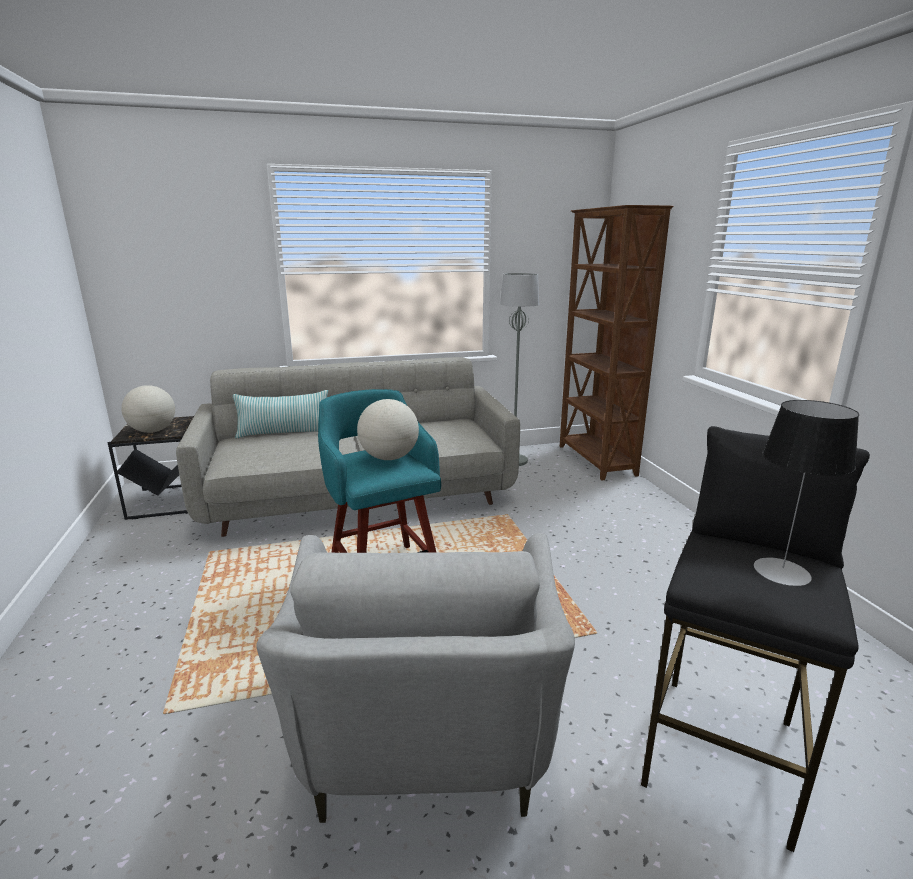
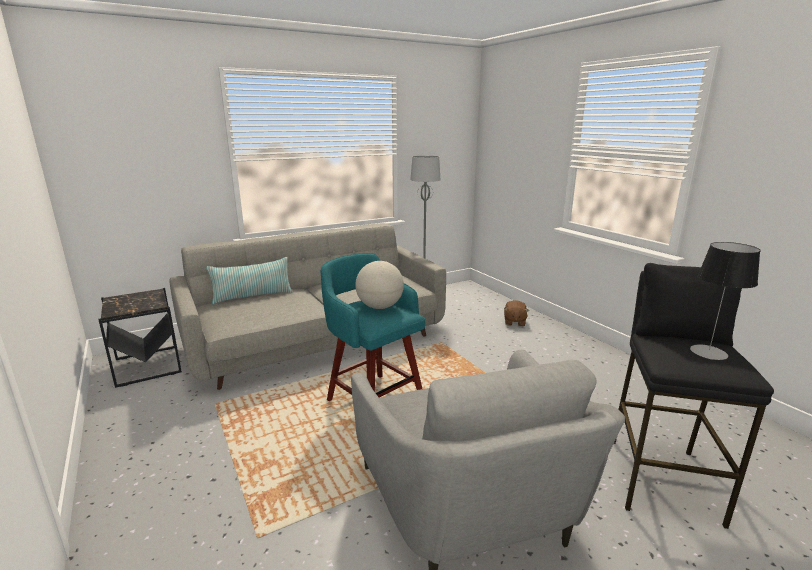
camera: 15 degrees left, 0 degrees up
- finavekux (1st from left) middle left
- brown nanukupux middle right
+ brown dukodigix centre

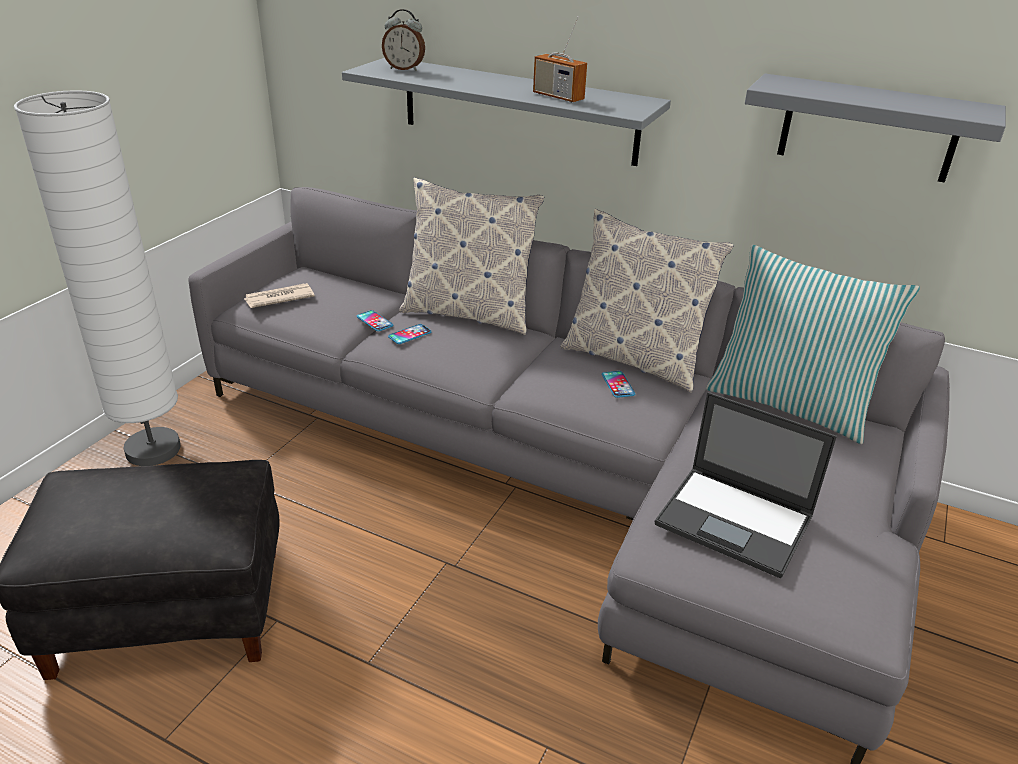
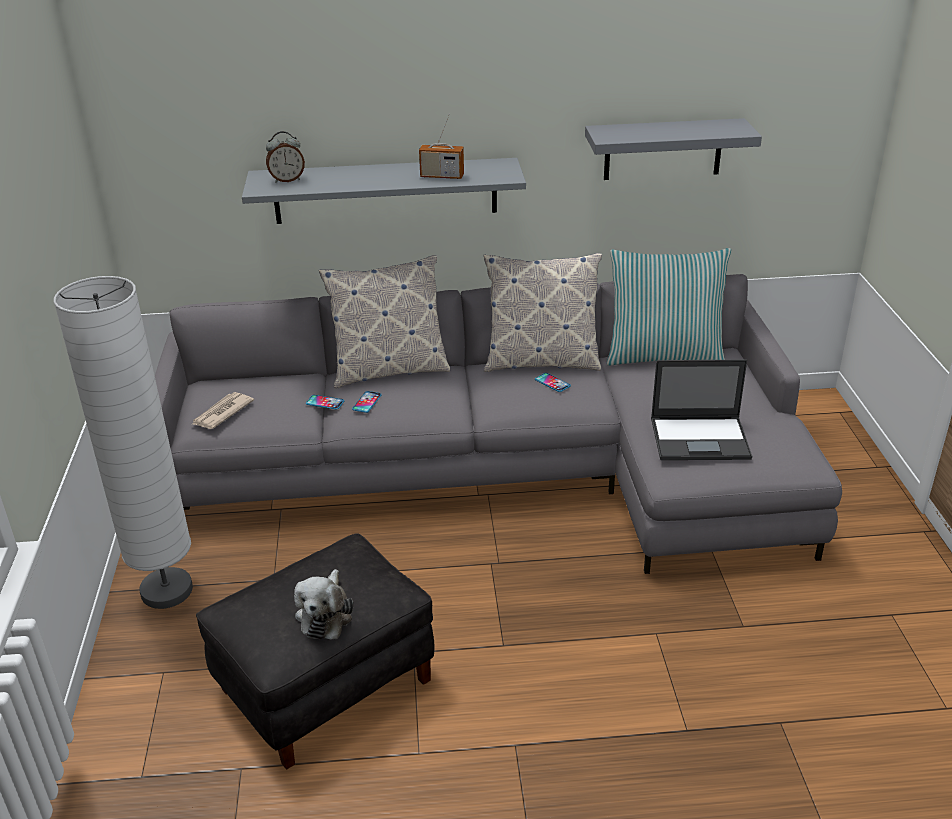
camera: 30 degrees left, 0 degrees up
+ dukodigix bottom centre

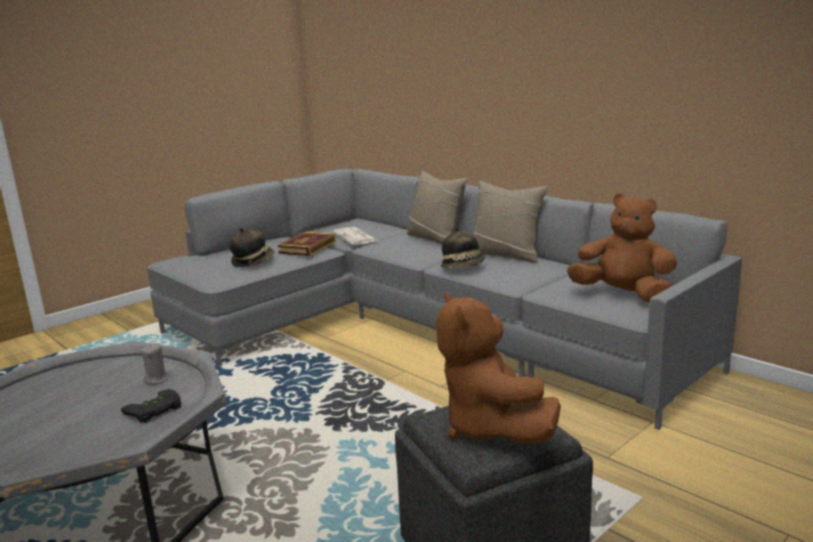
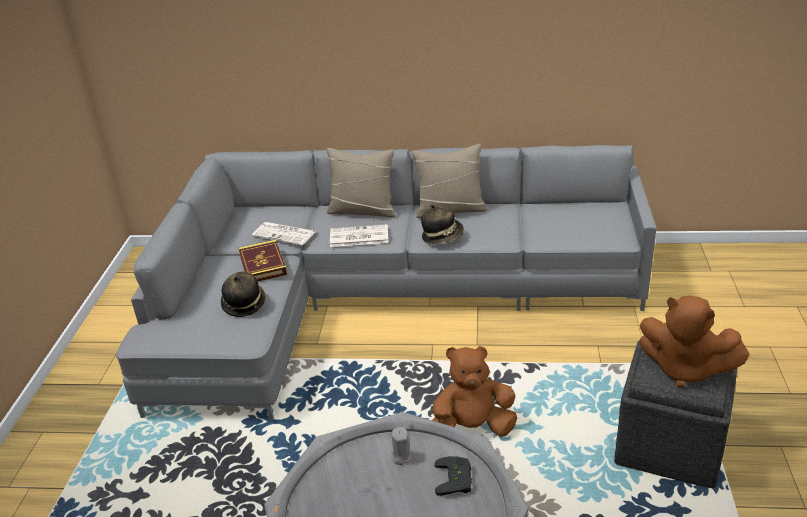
camera: 40 degrees left, 15 degrees up
+ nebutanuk (2nd from left) centre
~ brown dukodigix (2nd from left in the first image) middle right to brown dukodigix (1st from left) bottom centre

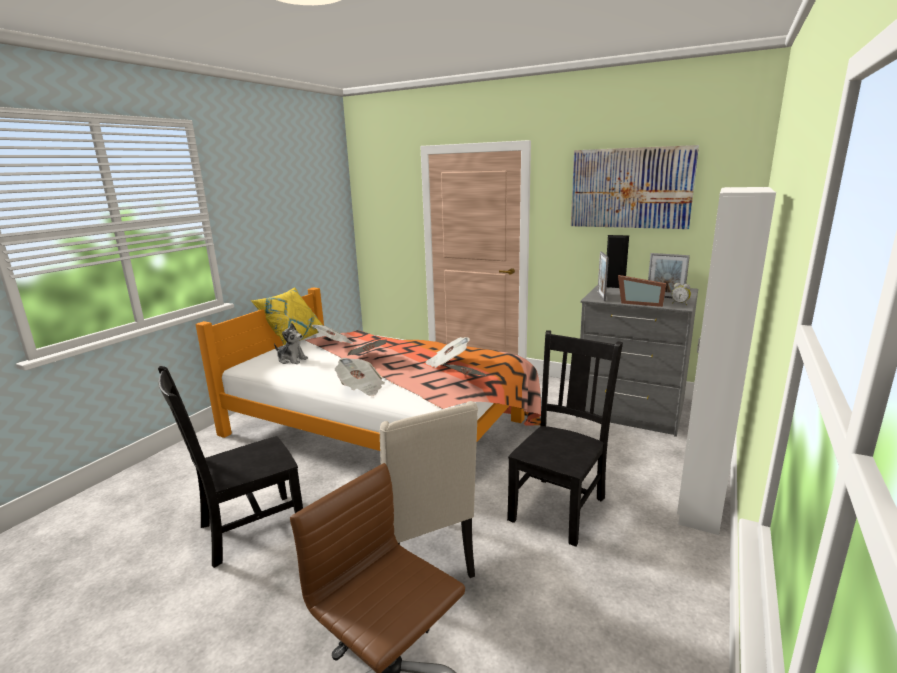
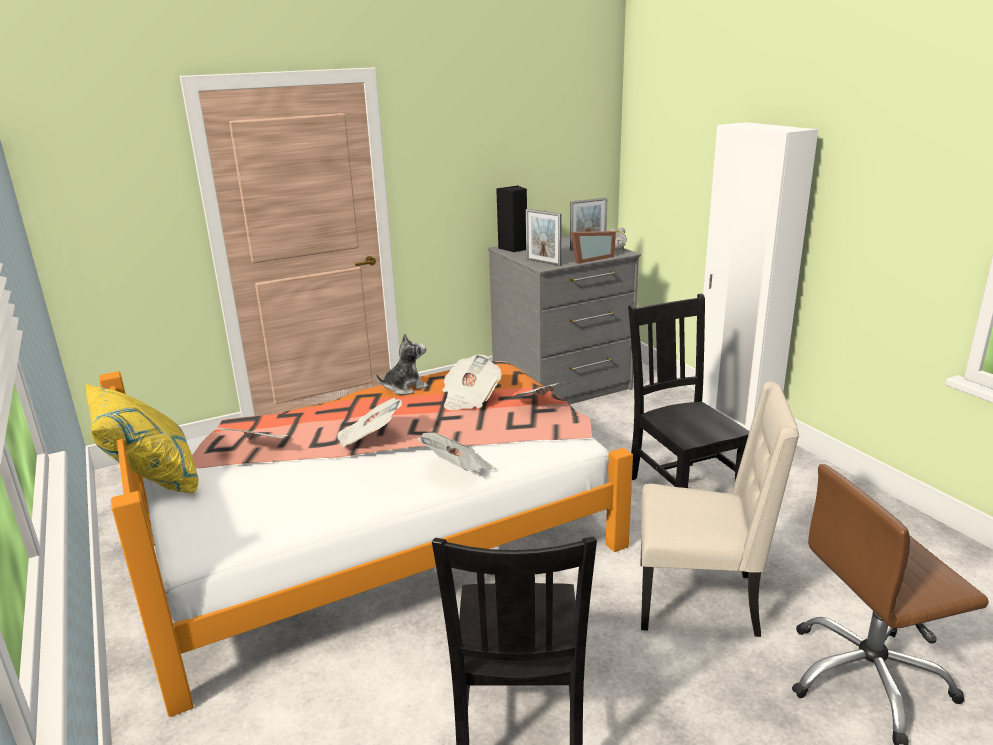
camera: 55 degrees left, 5 degrees up
- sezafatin top right
~ dukodigix middle left to centre

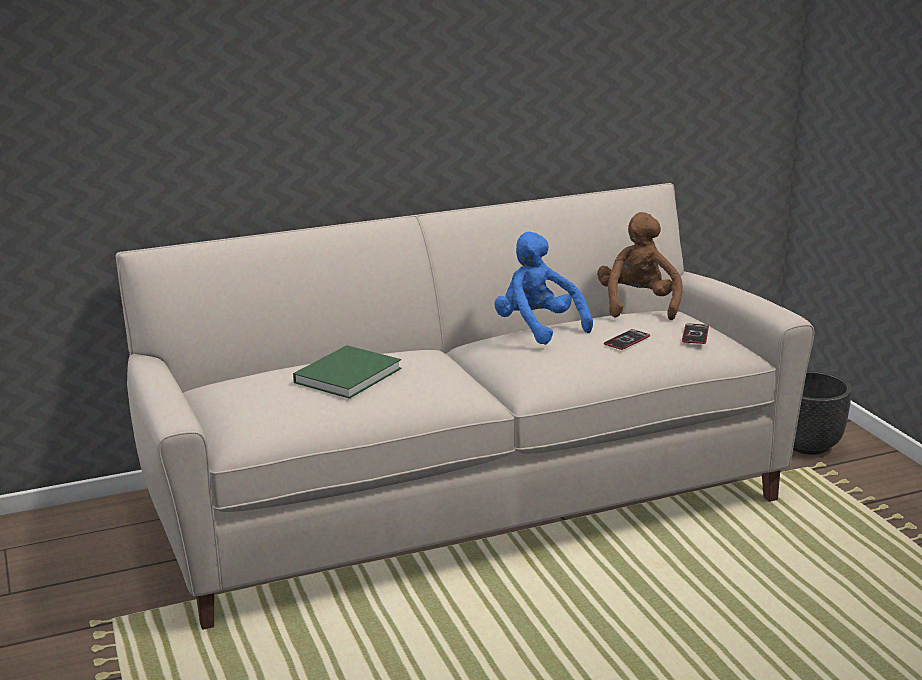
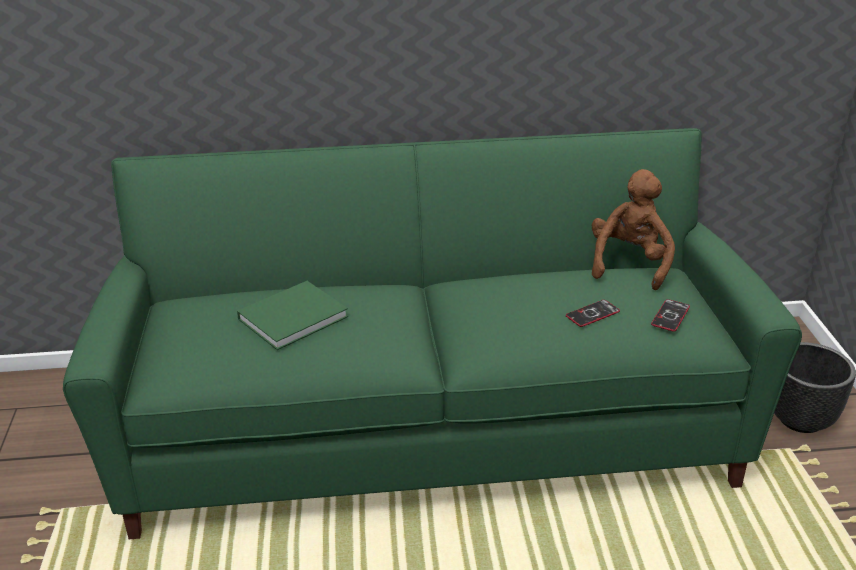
camera: 15 degrees right, 10 degrees up
- blue dukodigix centre
~ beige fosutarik centre to green fosutarik centre

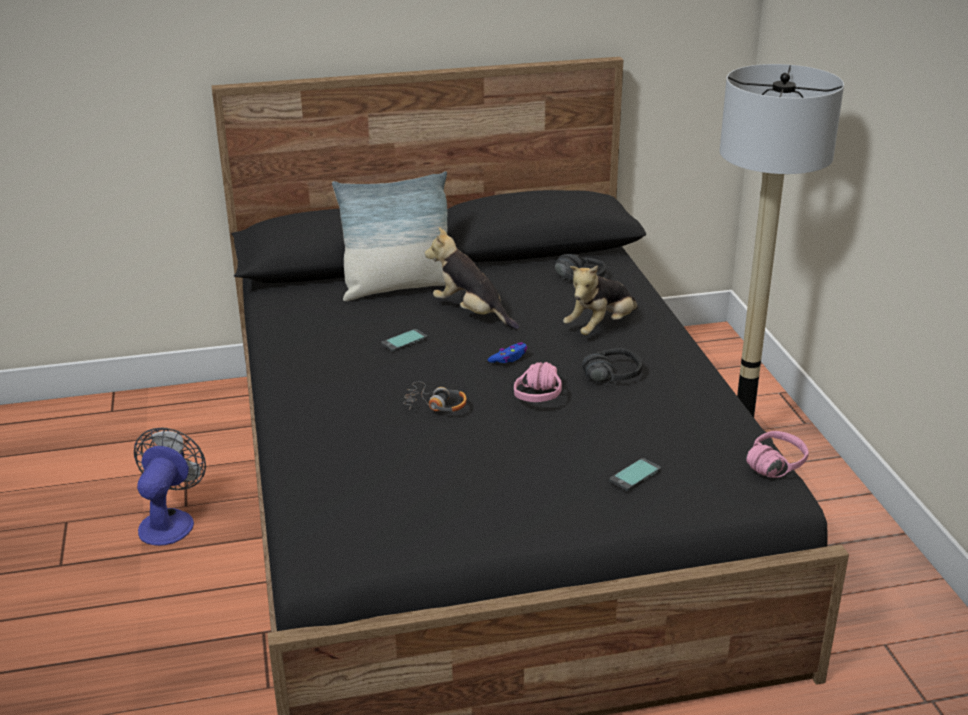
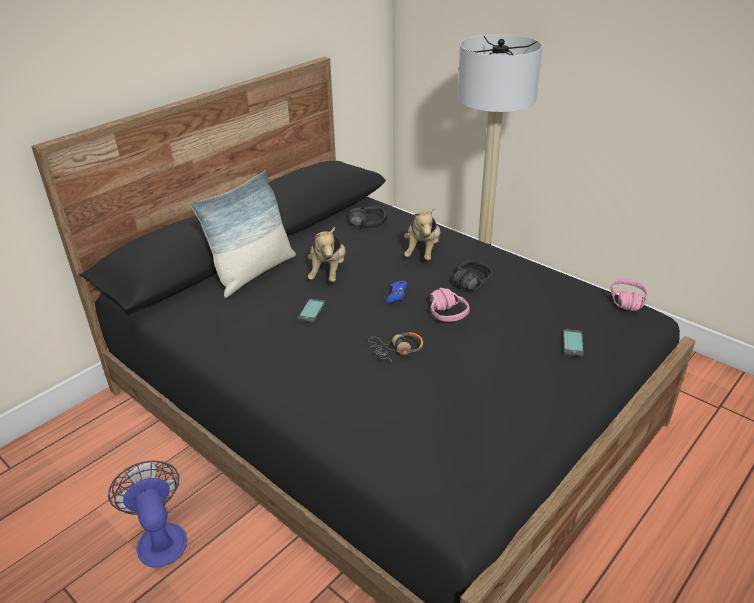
camera: 35 degrees left, 5 degrees up
~ dukodigix (1st from left) centre = centre 90 degrees counterclockwise

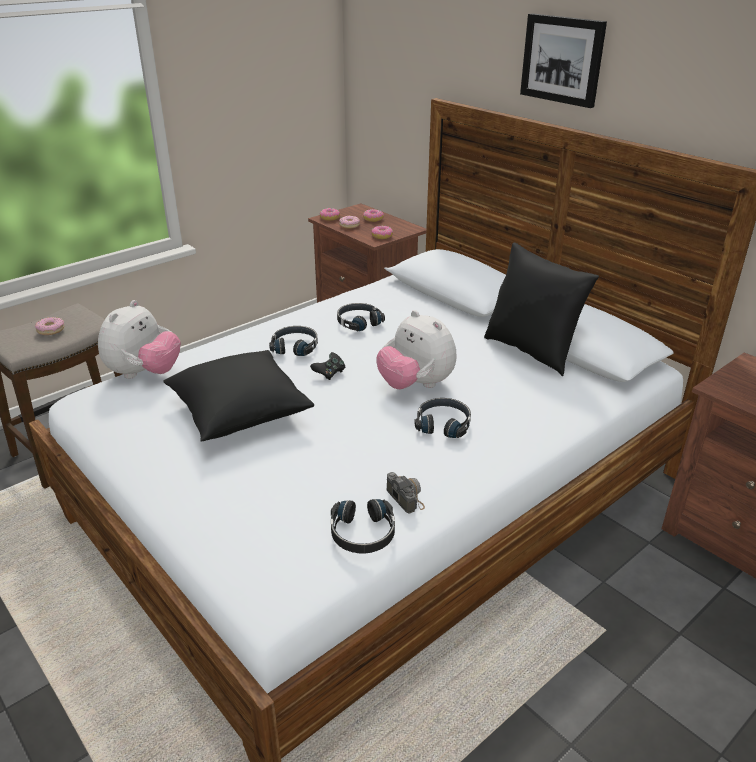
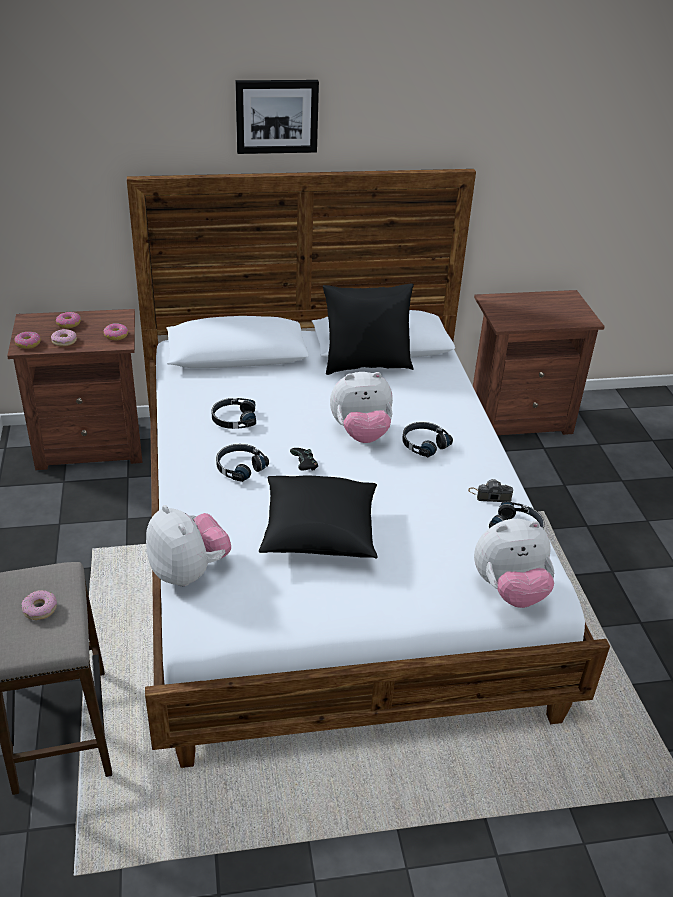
camera: 60 degrees left, 5 degrees up
+ dukodigix (3rd from left) middle right

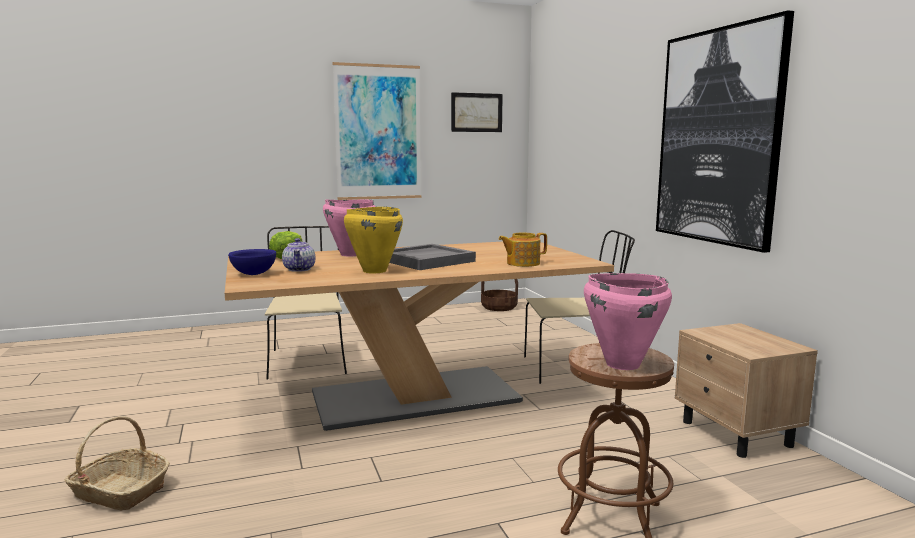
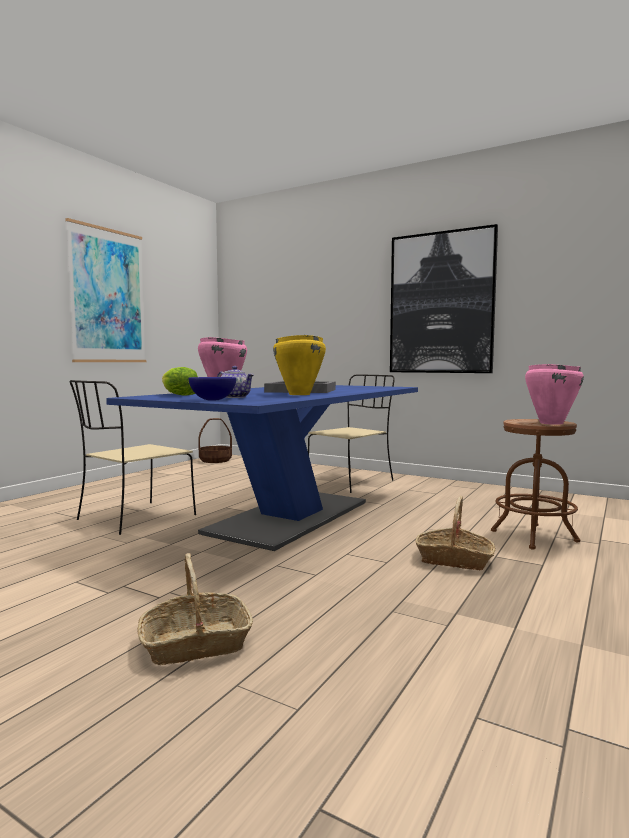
camera: 40 degrees left, 5 degrees down
- sezafatin (2nd from left) top centre
- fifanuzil (2nd from left) centre
- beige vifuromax bottom right
+ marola (3rd from left) middle right
~ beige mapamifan centre to blue mapamifan centre
~ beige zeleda (1st from left) centre = middle left 90 degrees counterclockwise

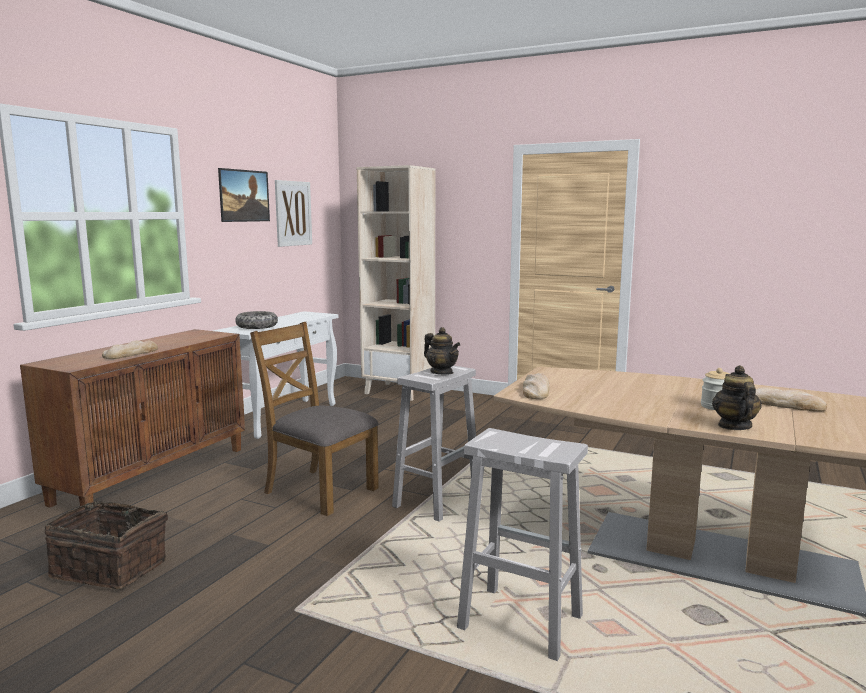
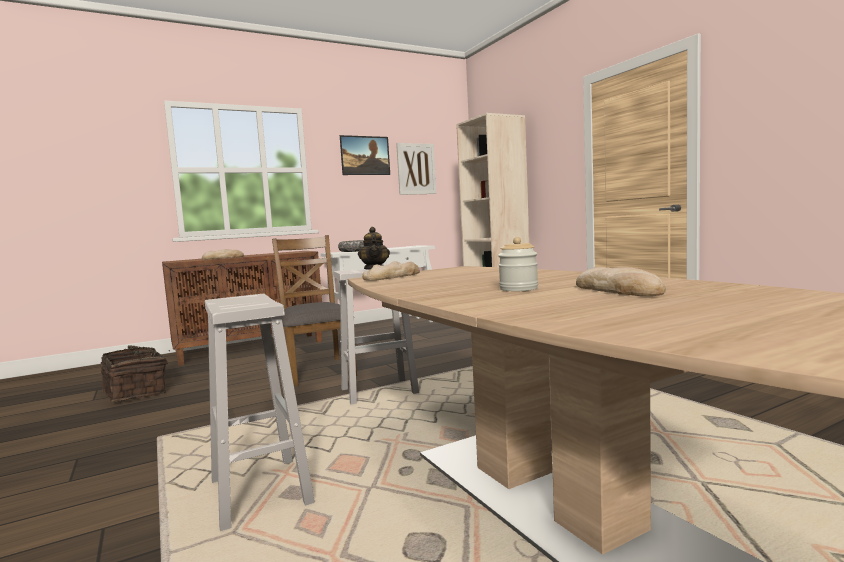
camera: 35 degrees right, 5 degrees down
- fifanuzil (2nd from left) middle right

